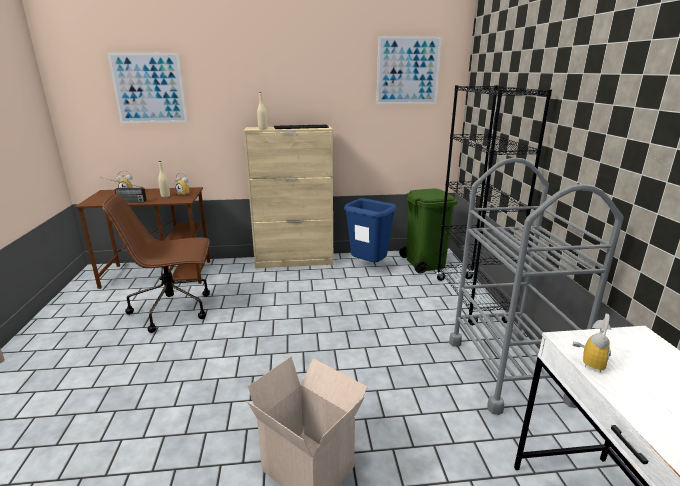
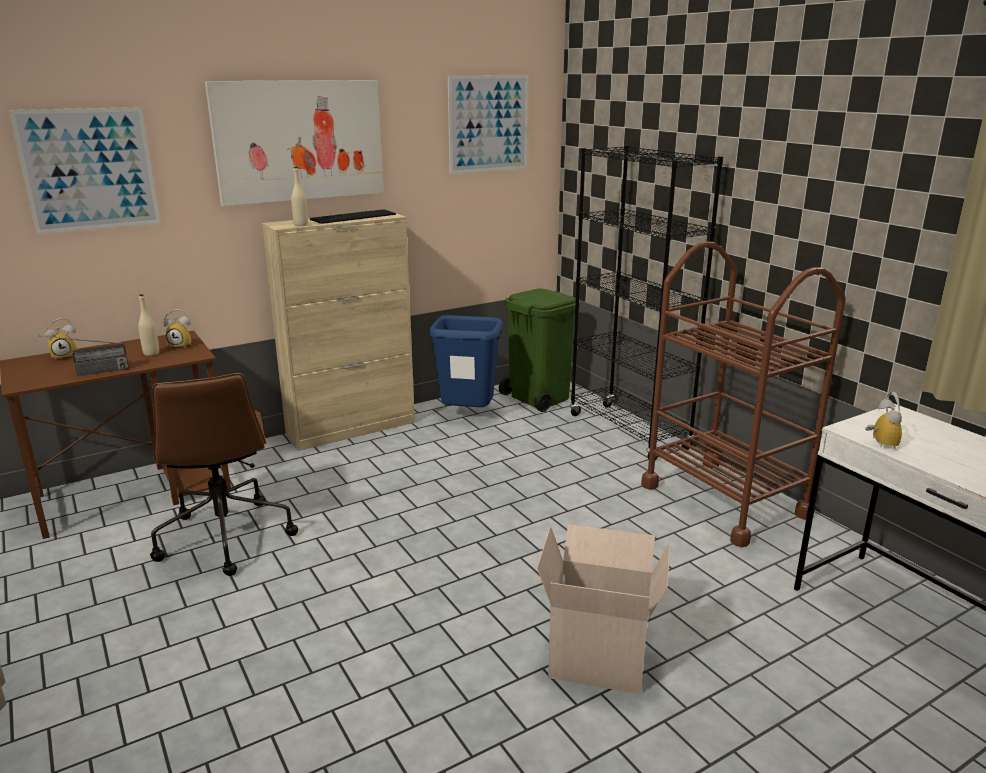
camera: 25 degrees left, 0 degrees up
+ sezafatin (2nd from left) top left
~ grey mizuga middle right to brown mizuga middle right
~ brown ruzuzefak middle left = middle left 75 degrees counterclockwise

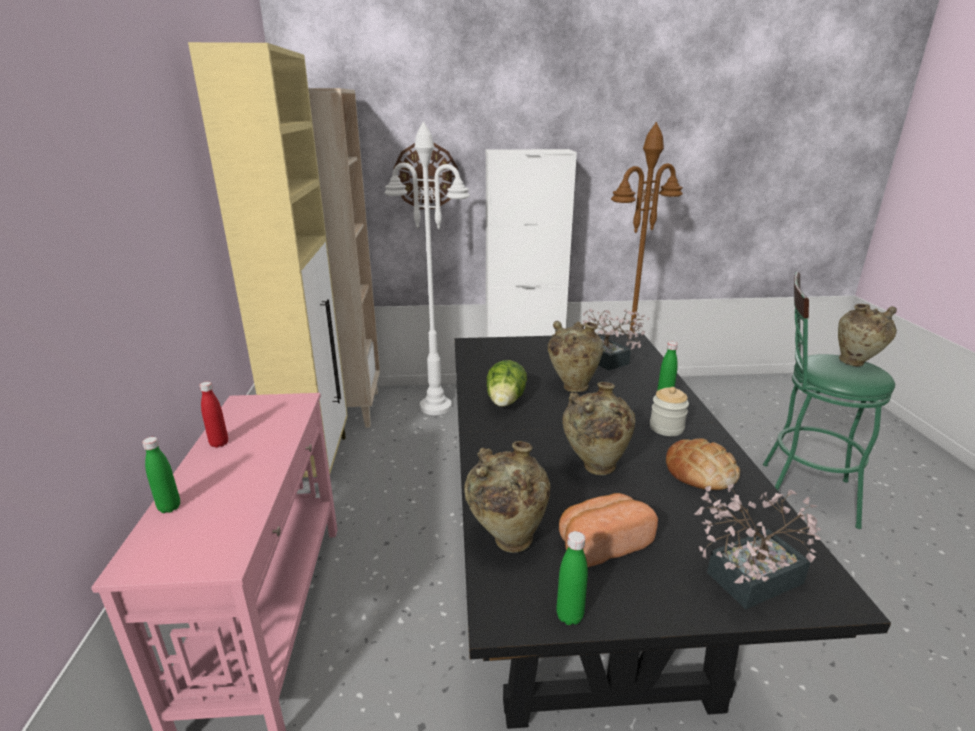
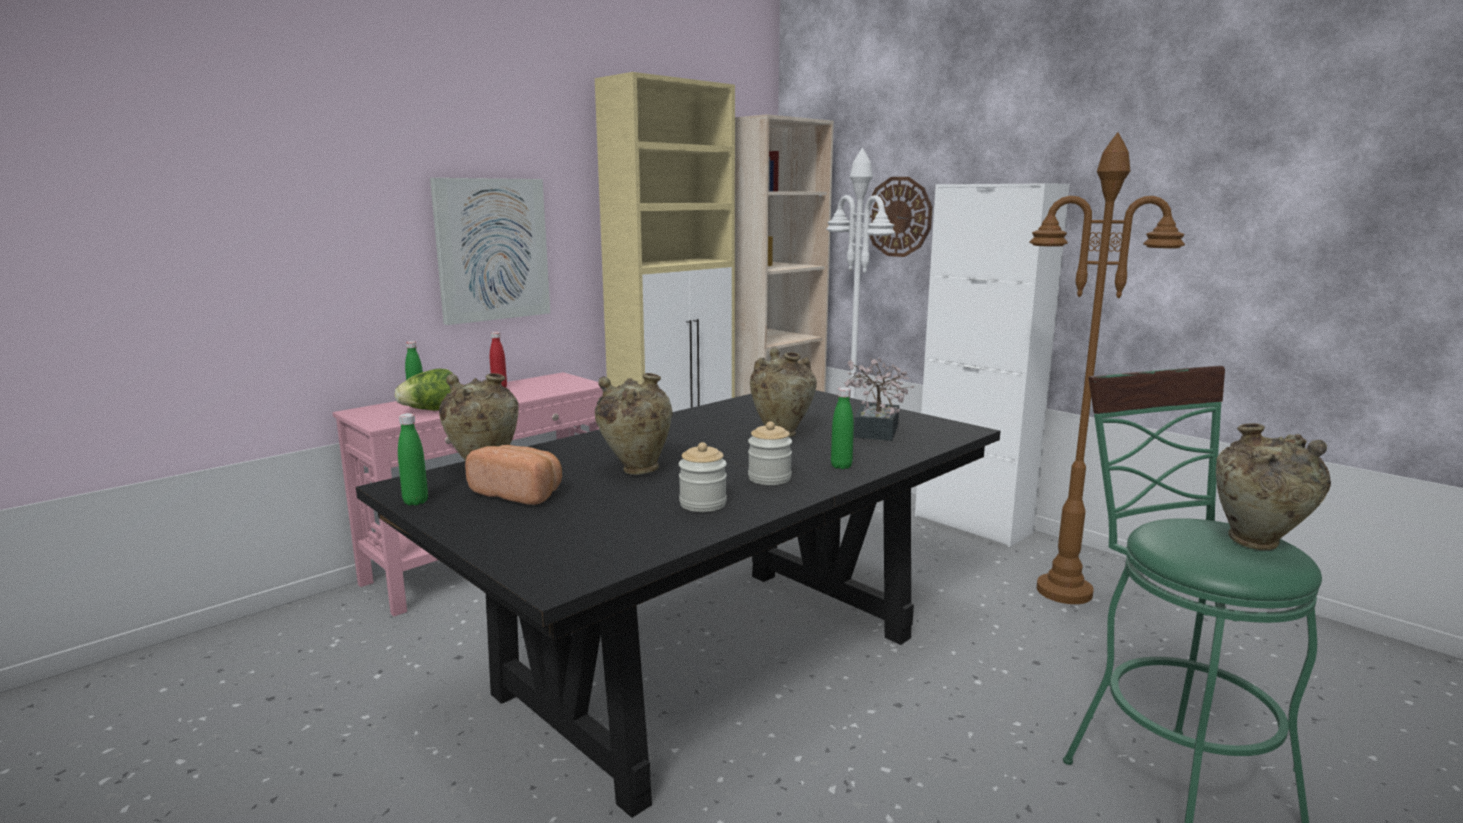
camera: 50 degrees right, 10 degrees down
- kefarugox (2nd from left) bottom right
+ sezafatin top centre
~ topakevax centre to middle left
~ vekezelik (2nd from left) middle right to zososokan (1st from left) centre

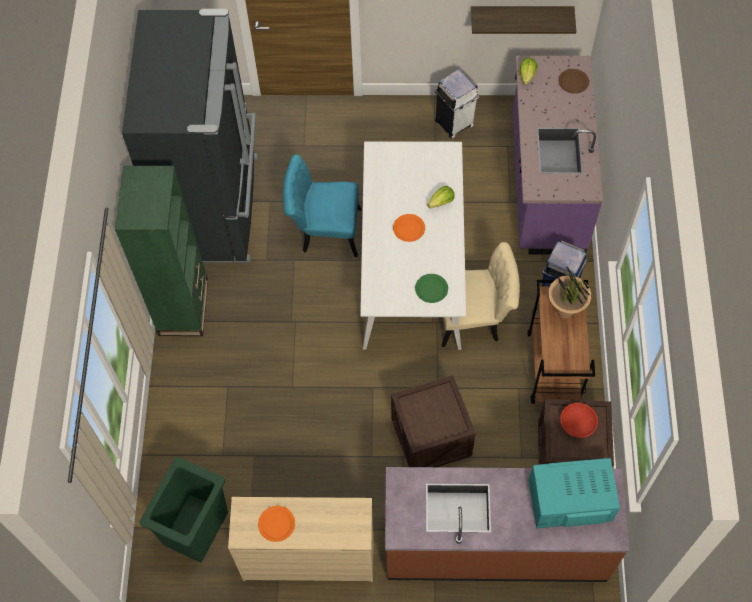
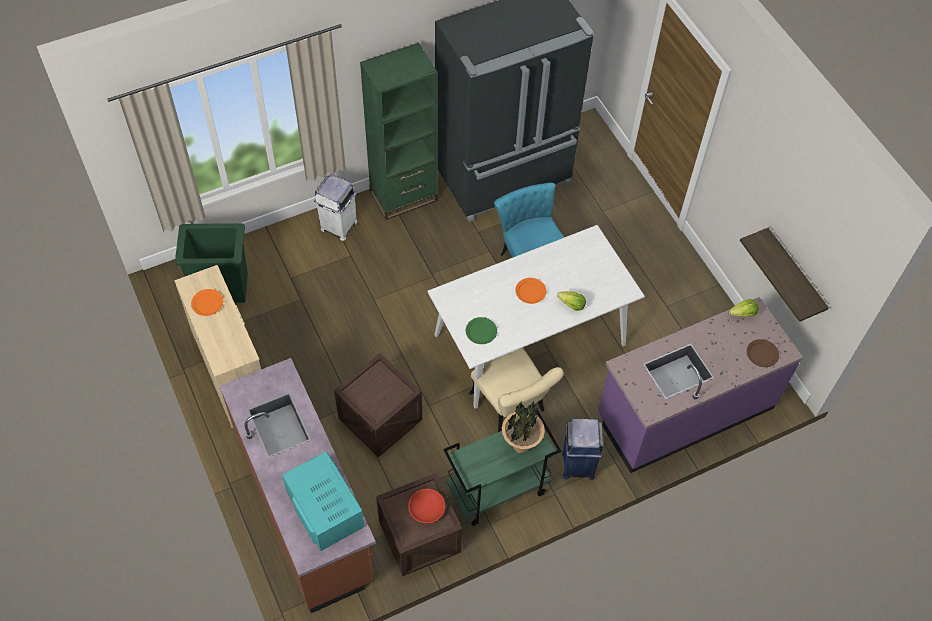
camera: 60 degrees right, 5 degrees down
~ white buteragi top centre to centre
~ brown mizuga middle right to green mizuga bottom centre

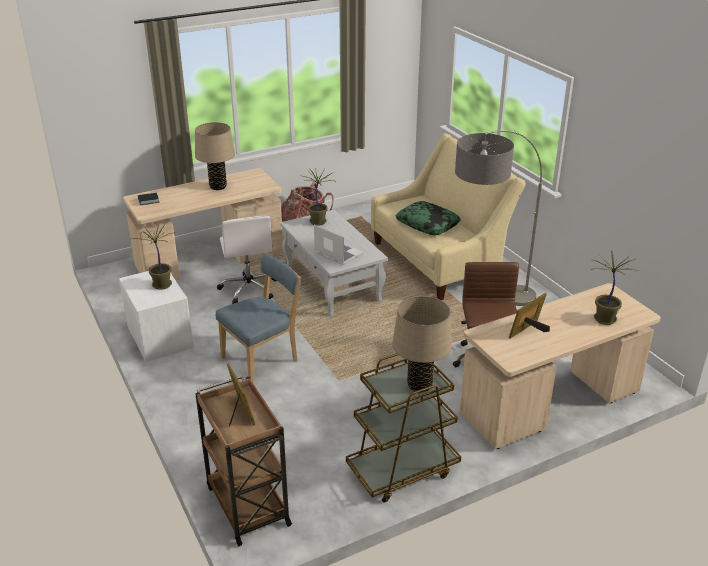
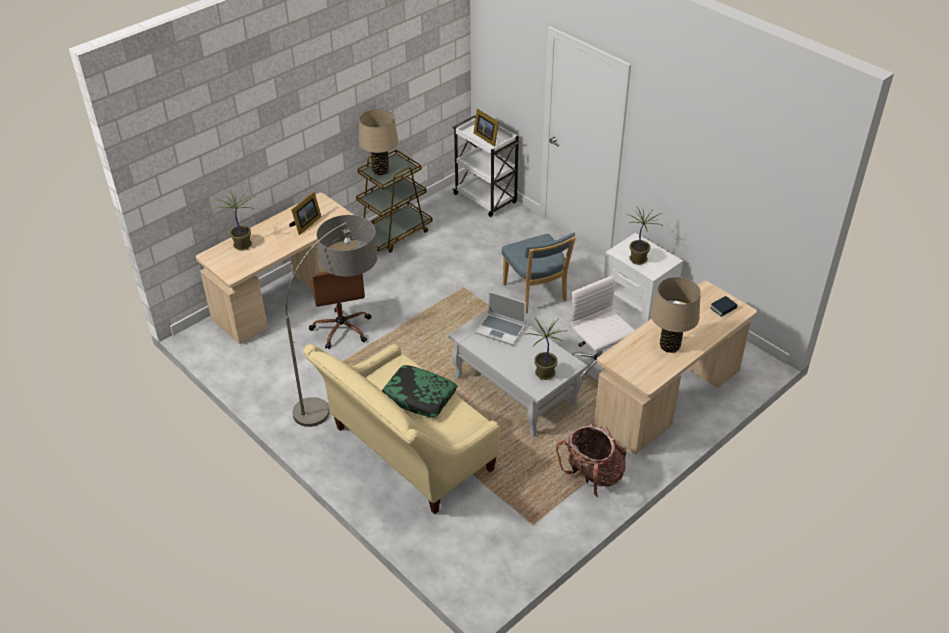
camera: 165 degrees right, 10 degrees up
~ brown mizuga (1st from left) bottom centre to white mizuga top centre
~ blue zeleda centre = centre 60 degrees counterclockwise

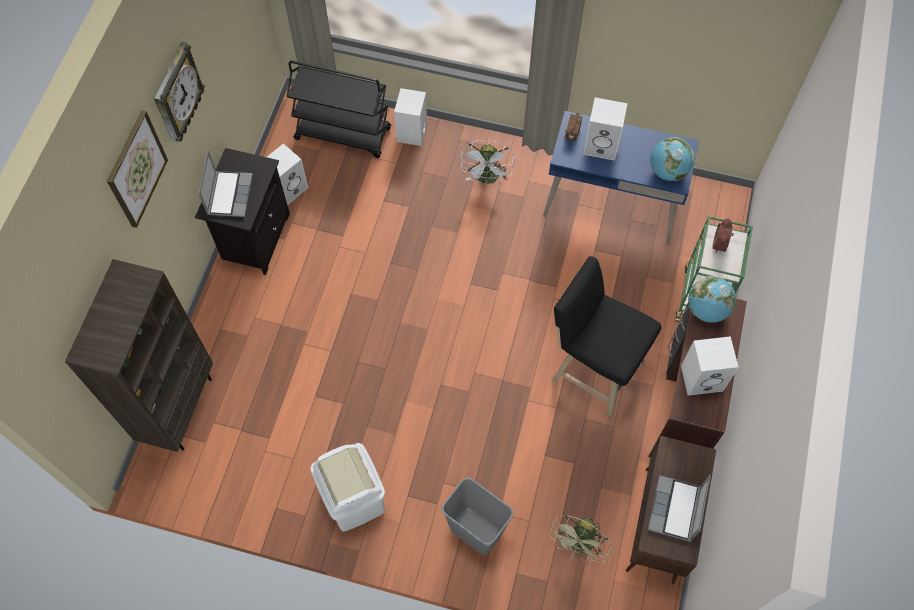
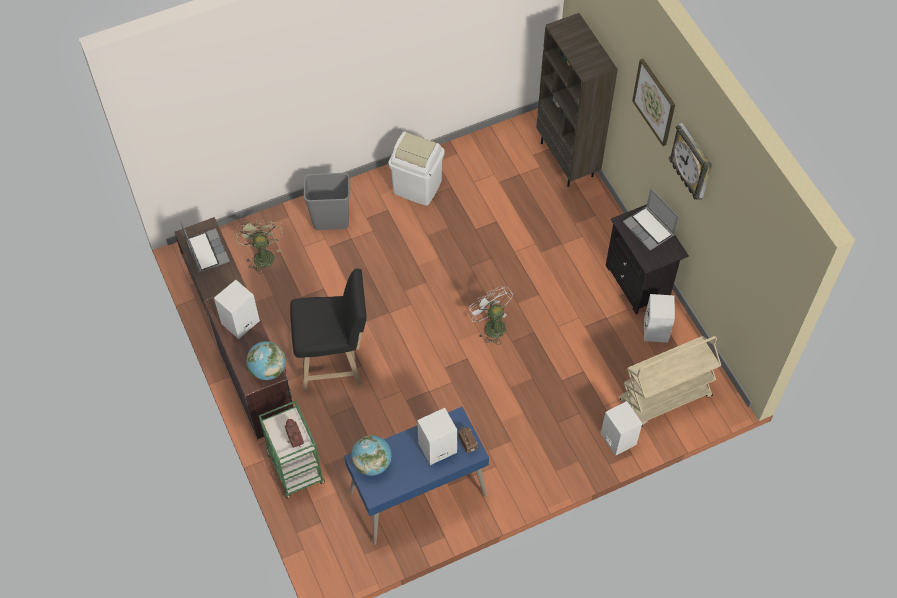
camera: 140 degrees right, 5 degrees down
~ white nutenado top centre to centre
~ black mizuga top centre to beige mizuga middle right

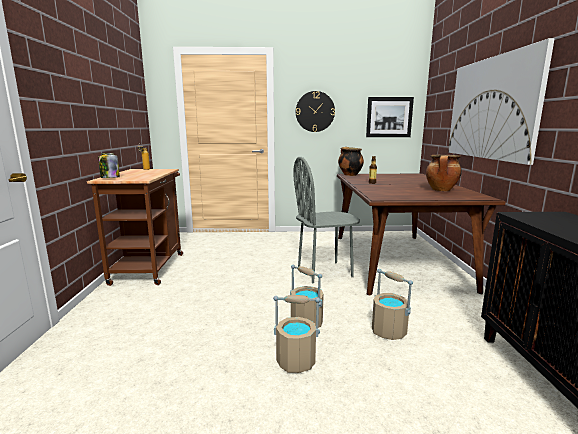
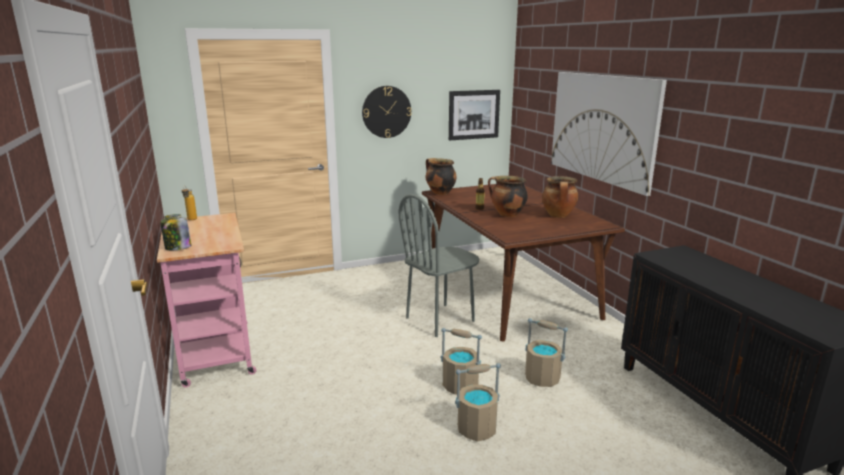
camera: 20 degrees left, 5 degrees up
+ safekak (2nd from left) centre
~ brown mizuga middle left to pink mizuga middle left

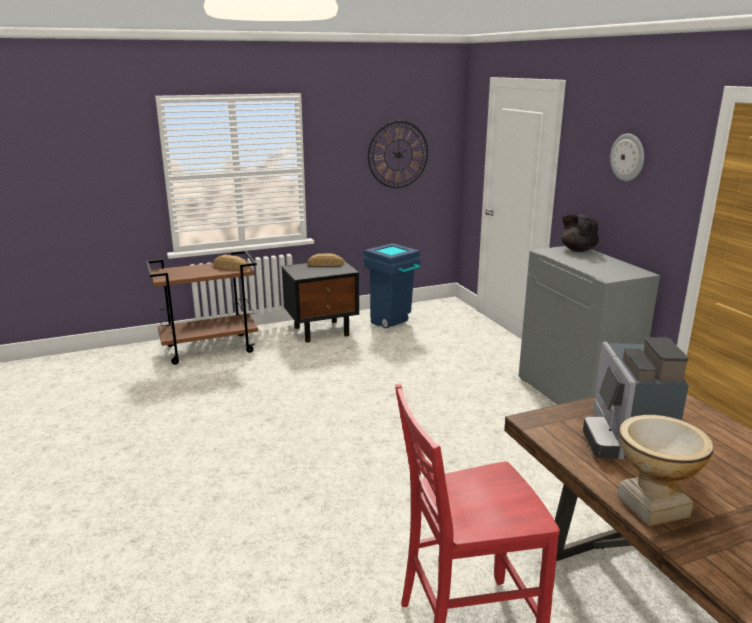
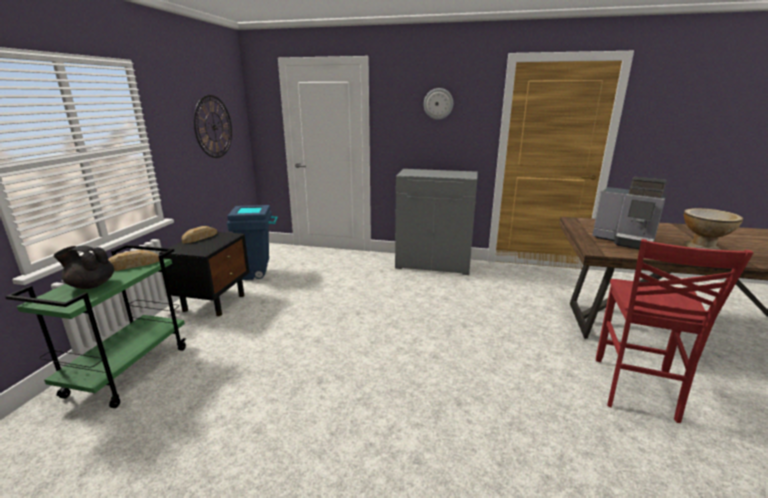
camera: 55 degrees left, 0 degrees up
~ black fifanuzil middle right to middle left
~ brown mizuga middle left to green mizuga middle left

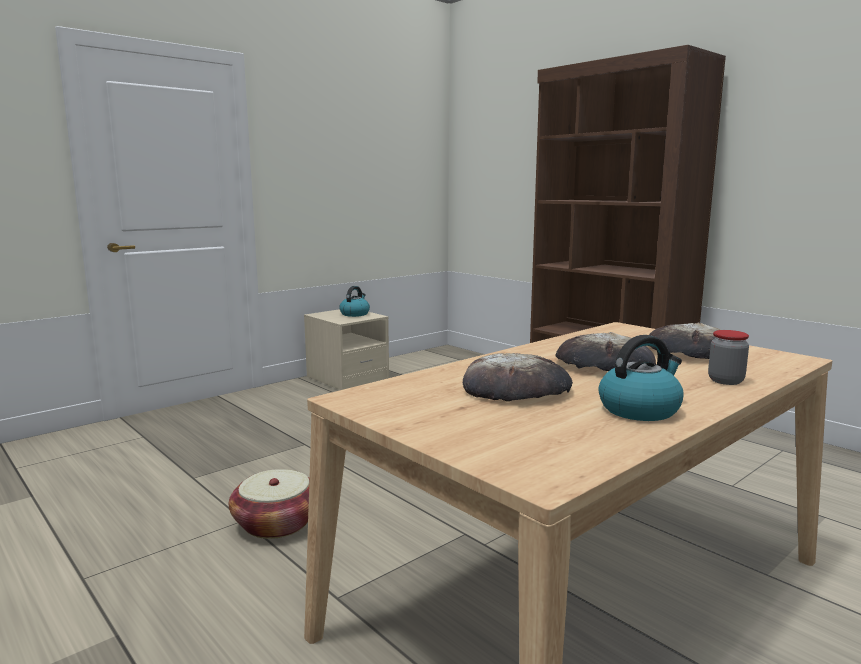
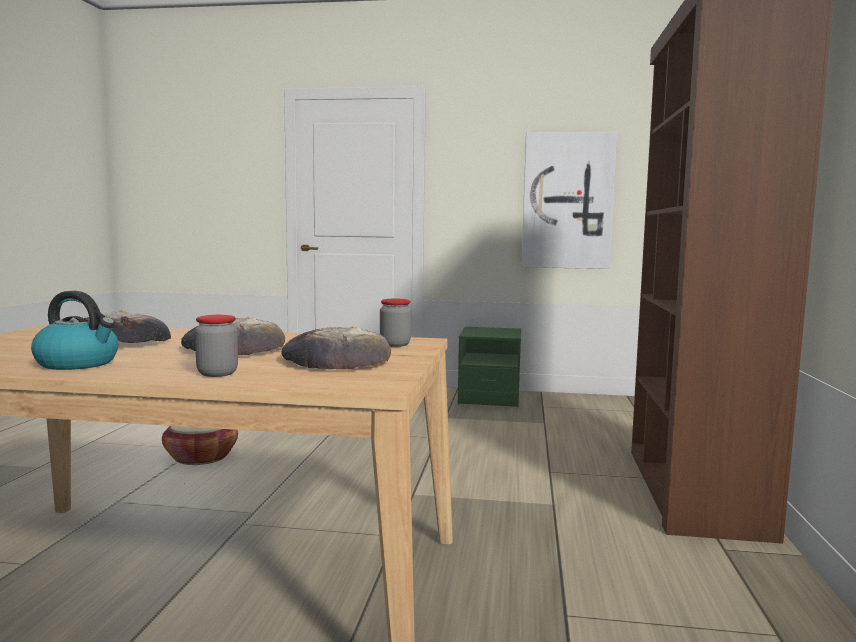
camera: 50 degrees right, 5 degrees down
- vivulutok (1st from left) centre
+ zososokan (2nd from left) centre
+ sezafatin top centre
~ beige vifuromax centre to green vifuromax centre

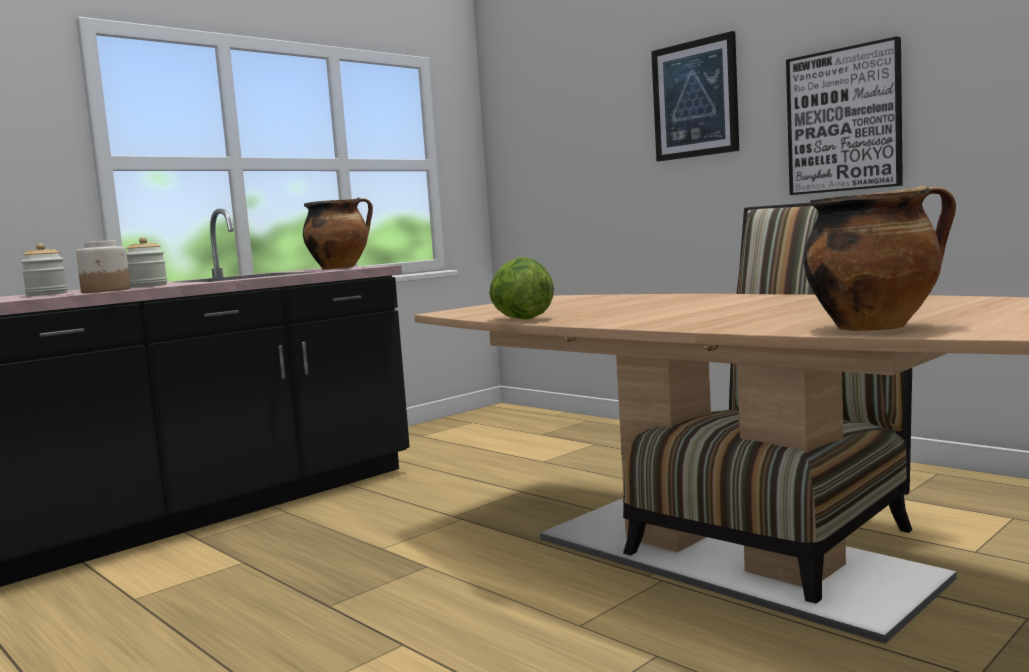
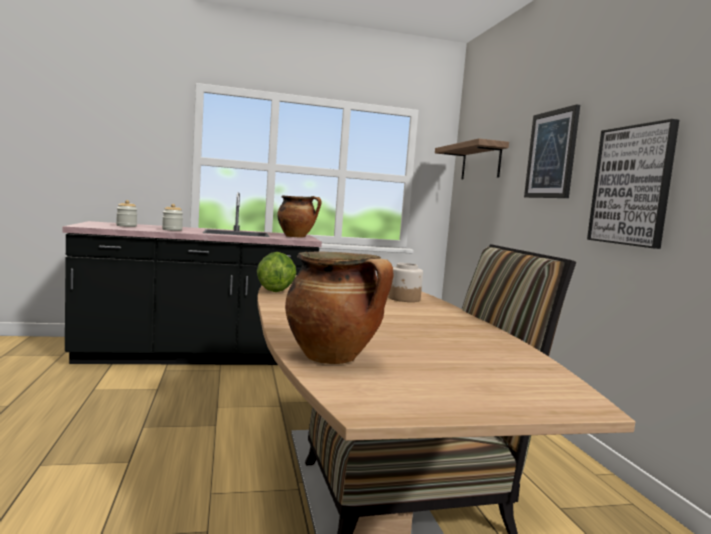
camera: 30 degrees right, 0 degrees up
+ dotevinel top centre
~ zososokan (2nd from left in the first image) middle left to zososokan (3rd from left) centre

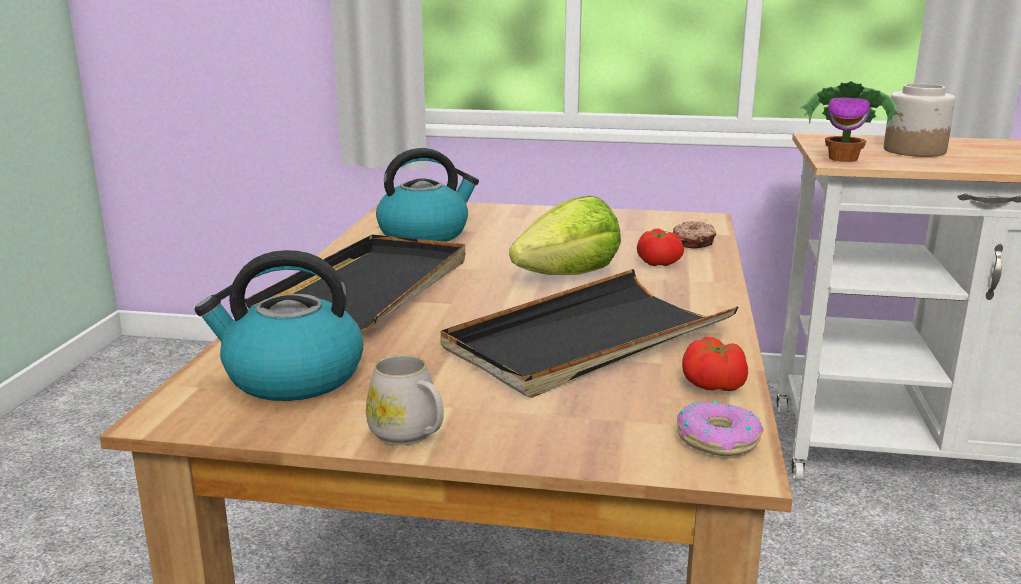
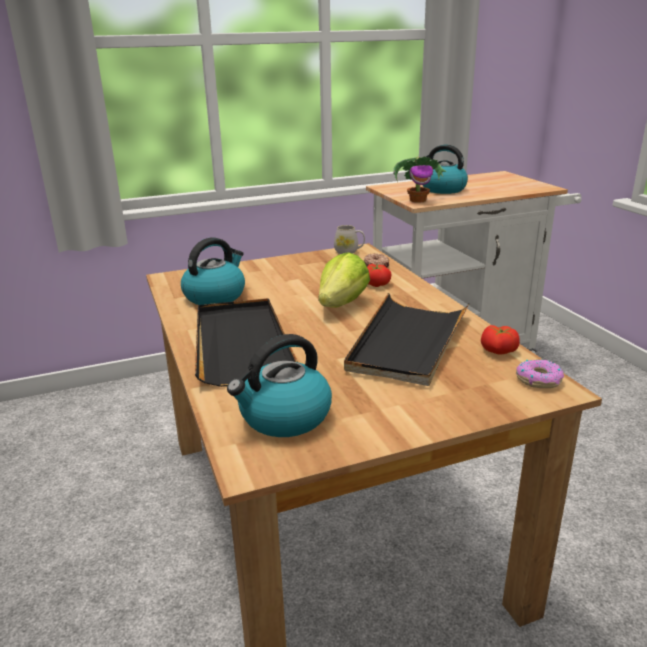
camera: 30 degrees left, 5 degrees up
~ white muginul bottom centre to centre
~ zososokan top right to vivulutok (3rd from left) top right

